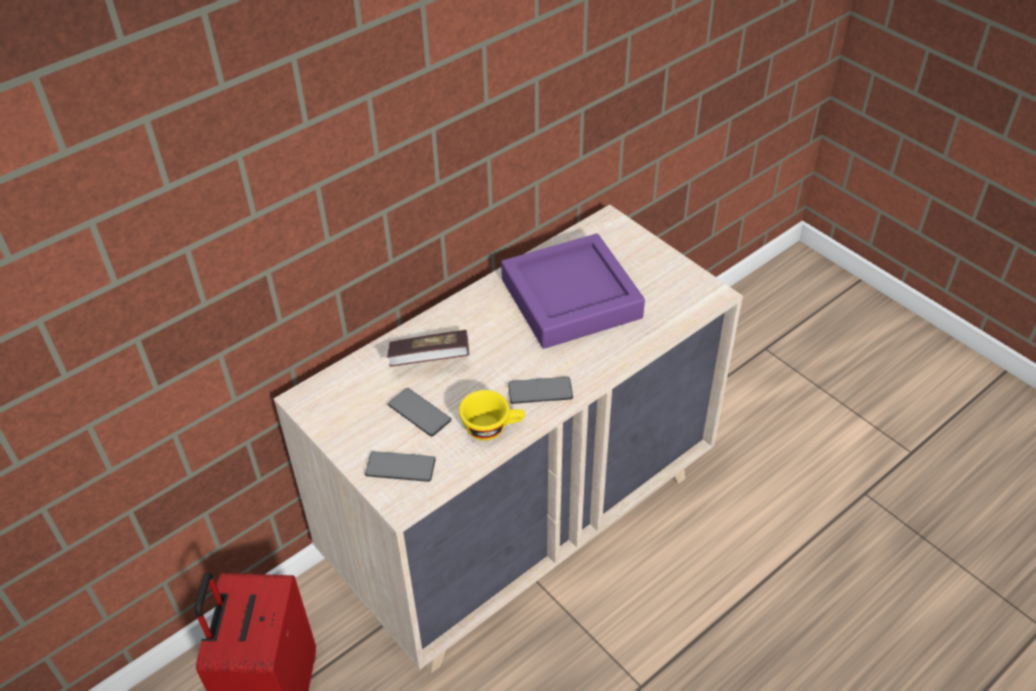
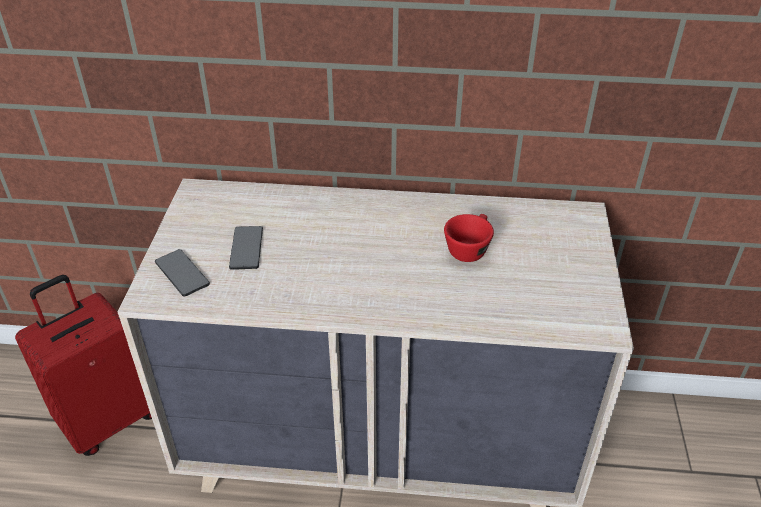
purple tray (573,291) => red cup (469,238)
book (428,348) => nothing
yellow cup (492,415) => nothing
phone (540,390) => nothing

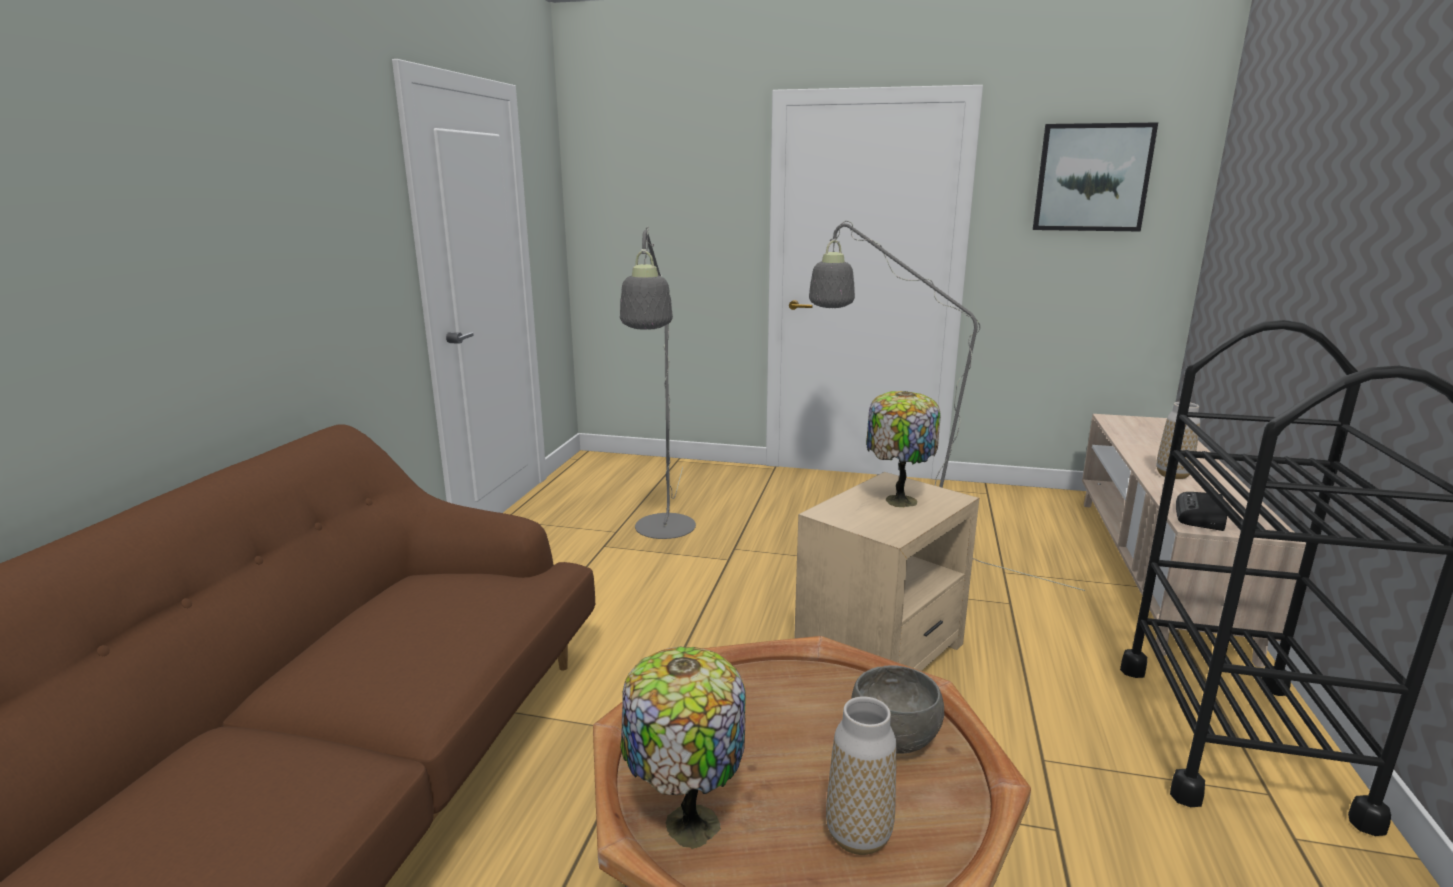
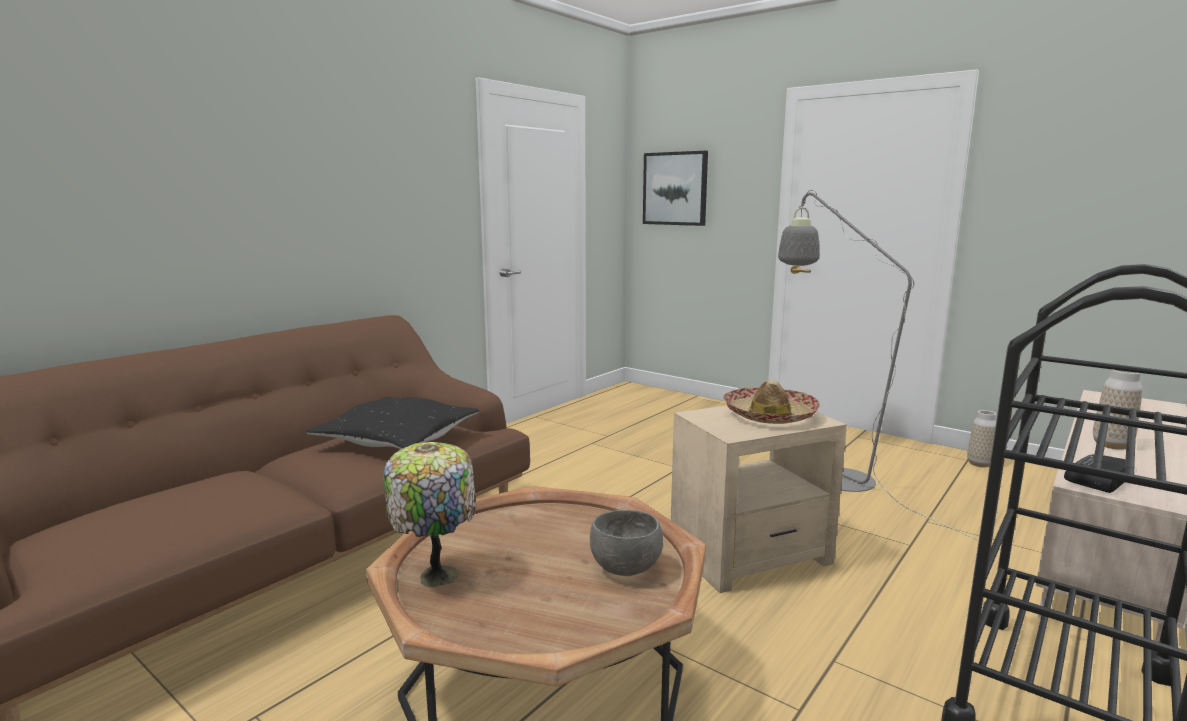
nothing => black pillow (392,423)
picture (1095,176) => picture (675,188), moved
table lamp (903,449) => hat (771,402)
vase (861,775) => vase (982,438), moved
grey floor lamp (658,383) => nothing

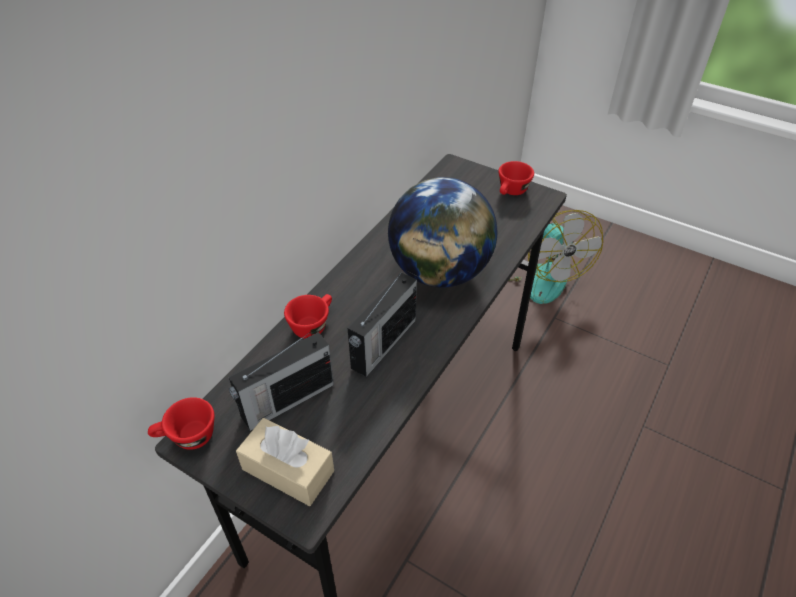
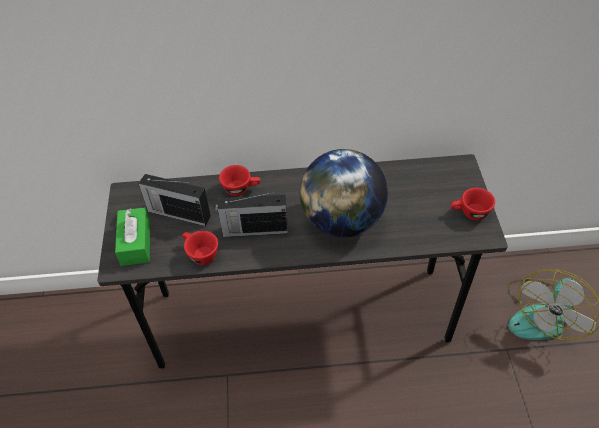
beige tissue box (285,462) => green tissue box (132,236)
red cup (181,423) => red cup (200,248), moved

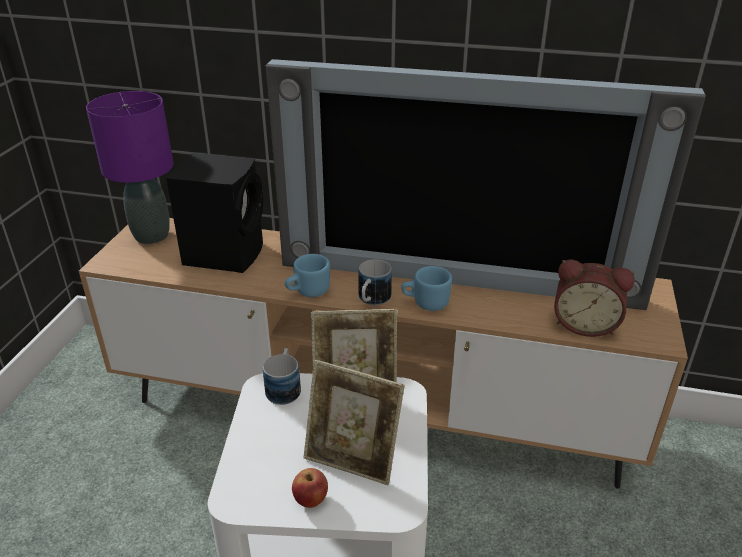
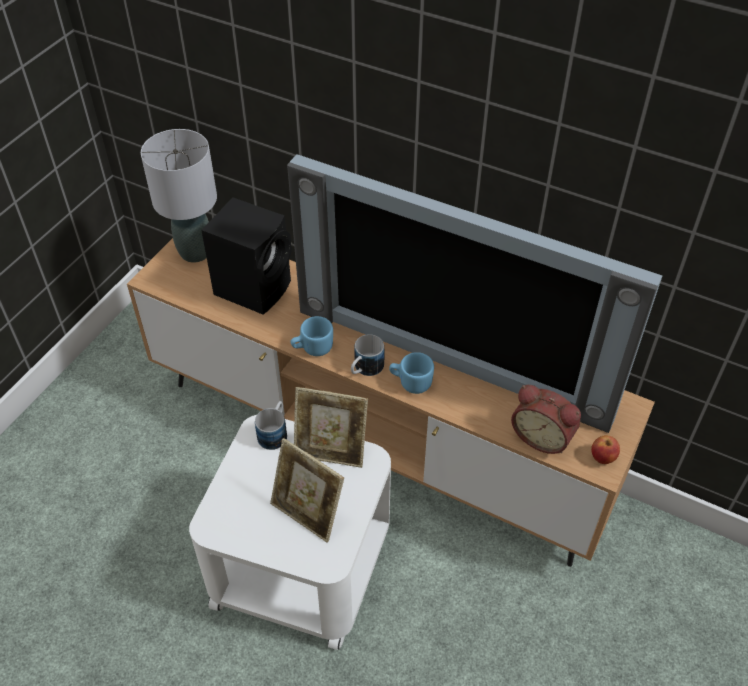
purple table lamp (130,167) => grey table lamp (179,196)
apple (310,488) => apple (605,449), moved

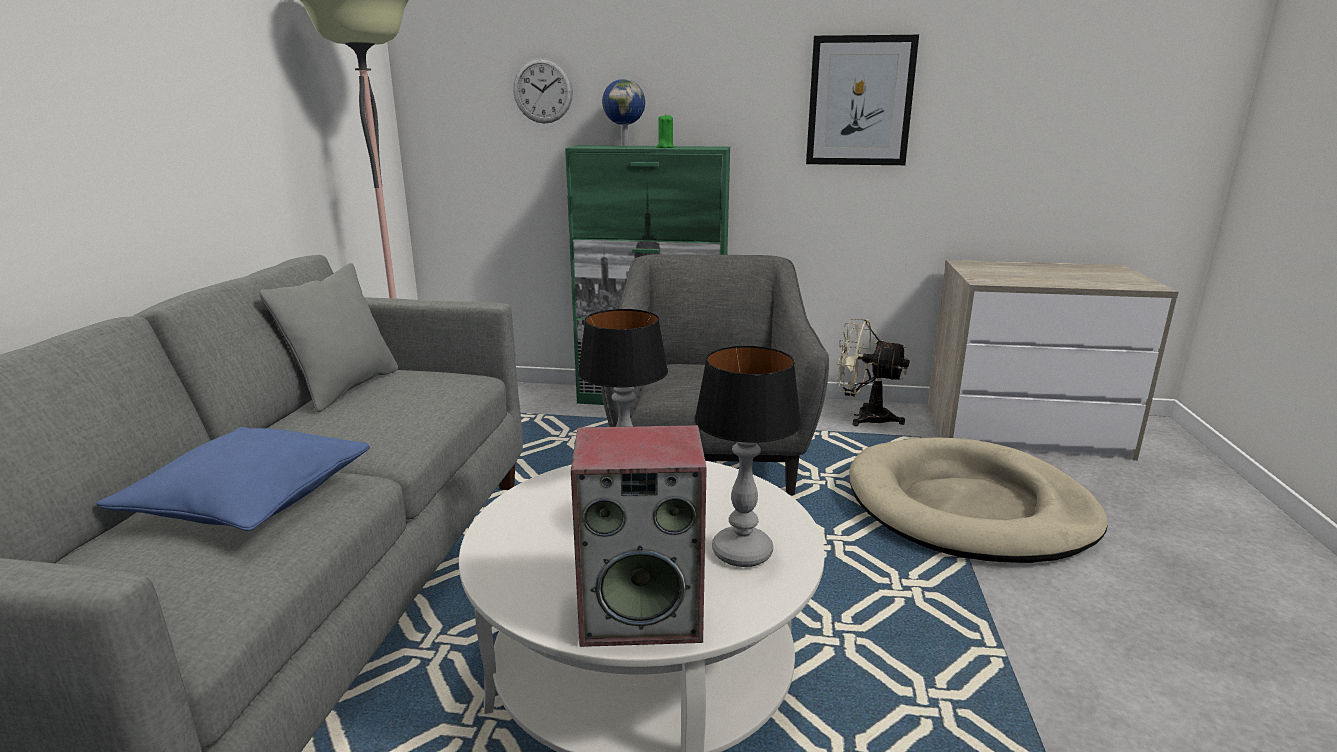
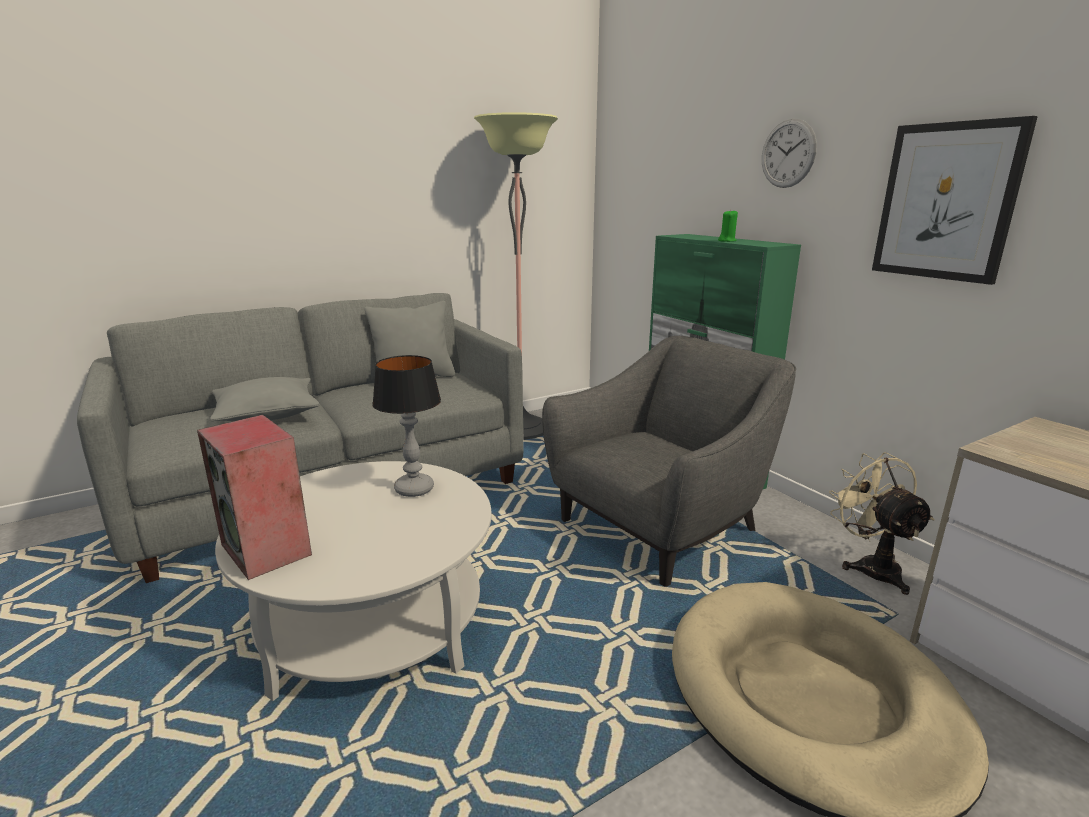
blue pillow (233,479) => grey pillow (265,399)
wall clock (543,91) => wall clock (789,153), moved
globe (623,112) => nothing
table lamp (748,456) => nothing

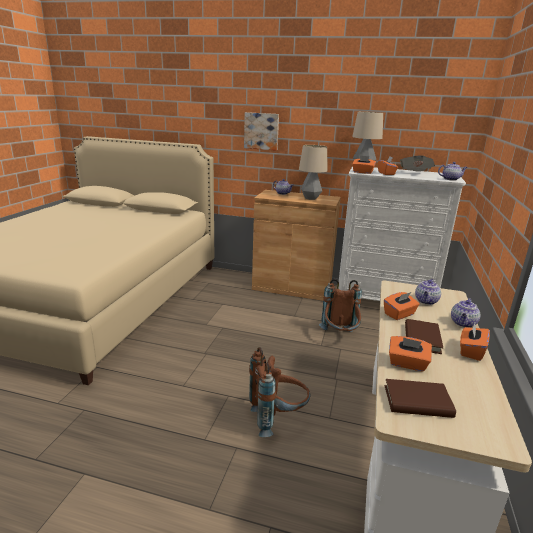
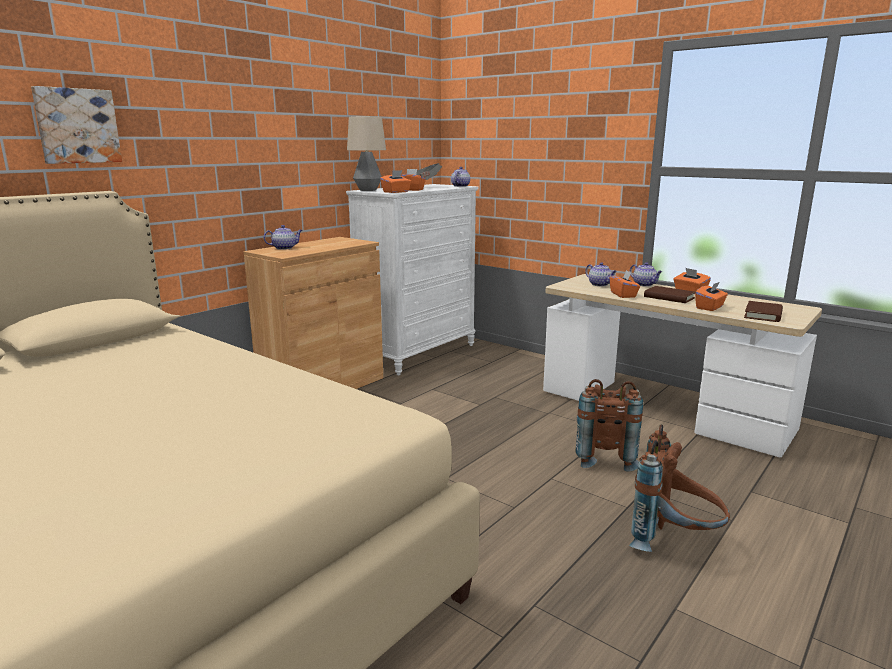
picture (261,131) => picture (76,125), moved
brown backpack (340,305) => brown backpack (679,488), moved
table lamp (313,172) => nothing

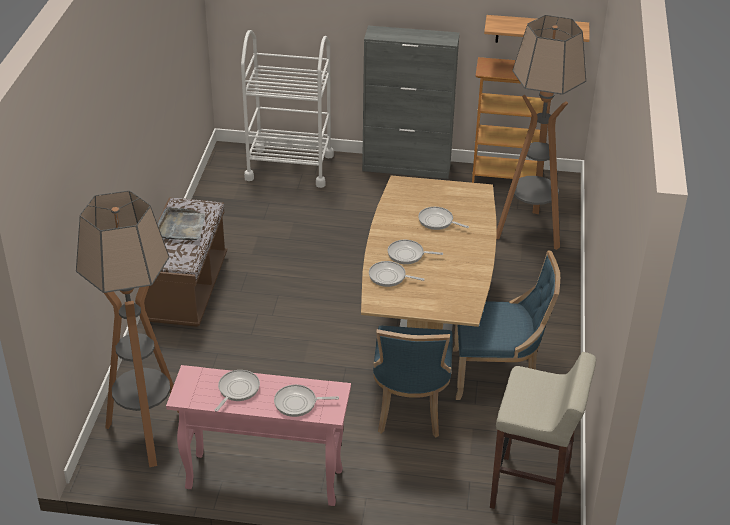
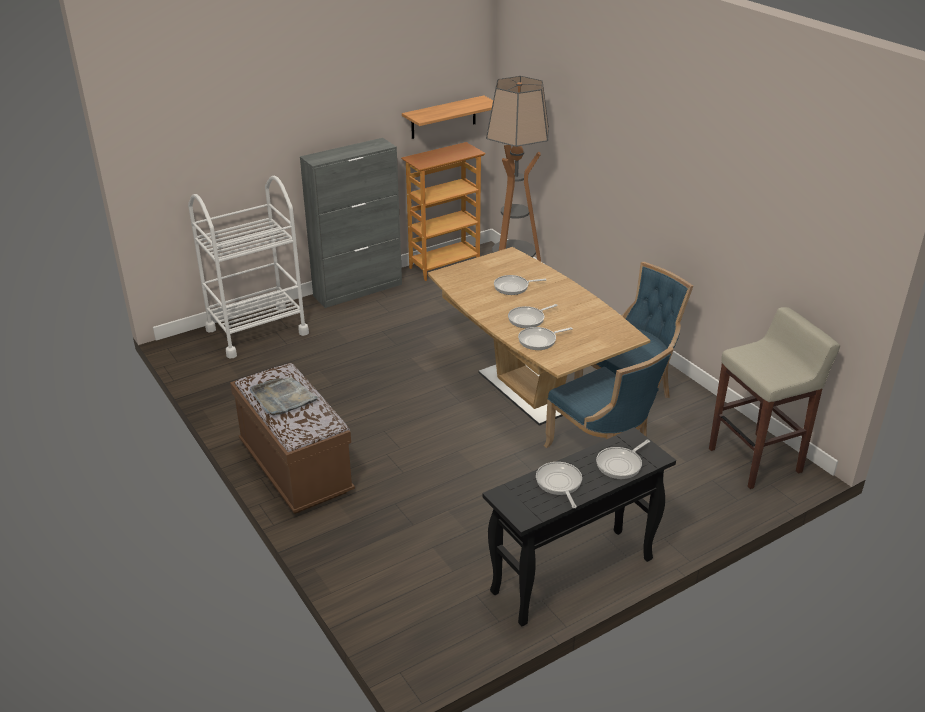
pink console table (258,435) => black console table (579,526)
floor lamp (127,329) => nothing

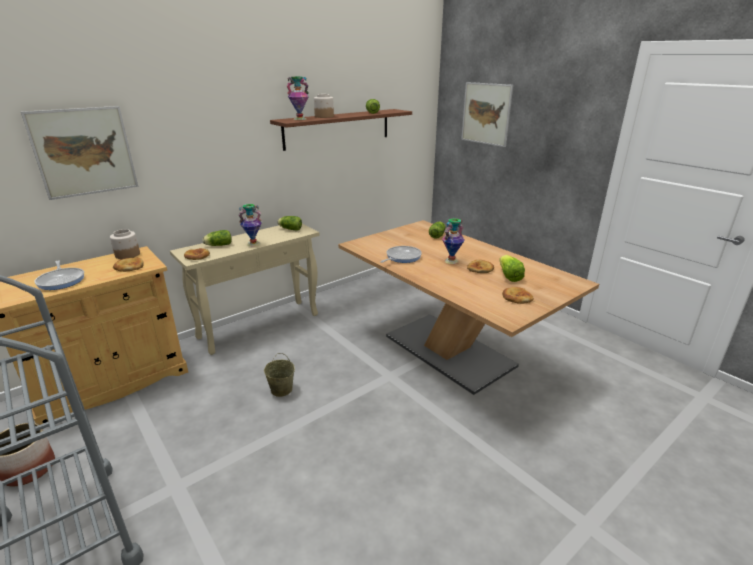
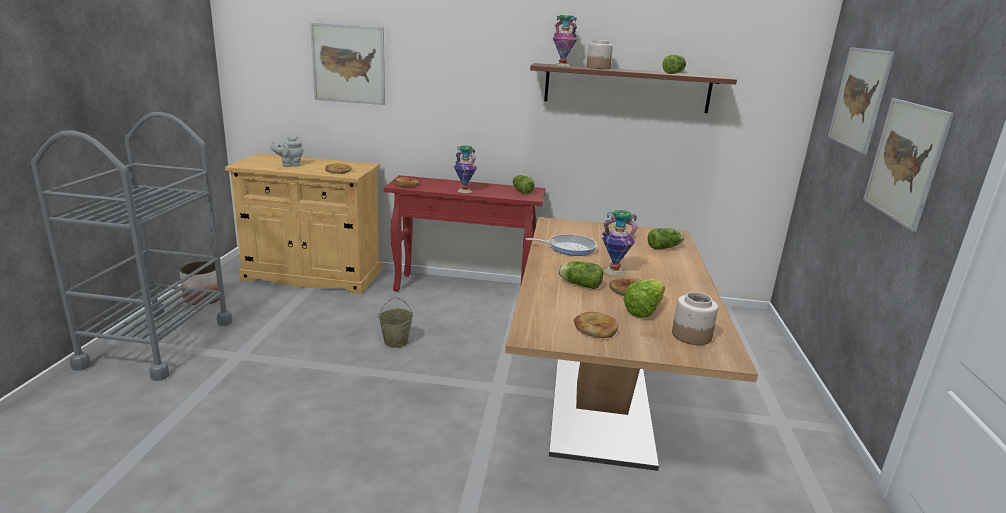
frying pan (59,275) => grey teapot (286,151)
beige console table (245,289) => red console table (465,233)
lettuce (217,238) => lettuce (580,275), moved
jar (125,244) => jar (695,318), moved
nothing => picture (908,165)

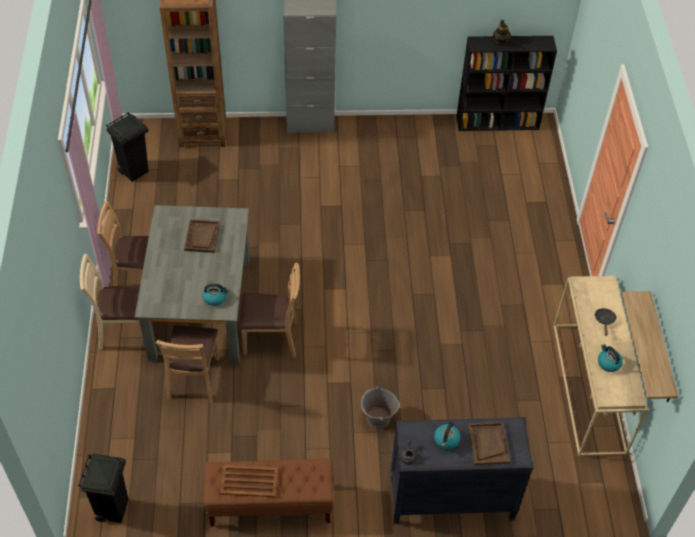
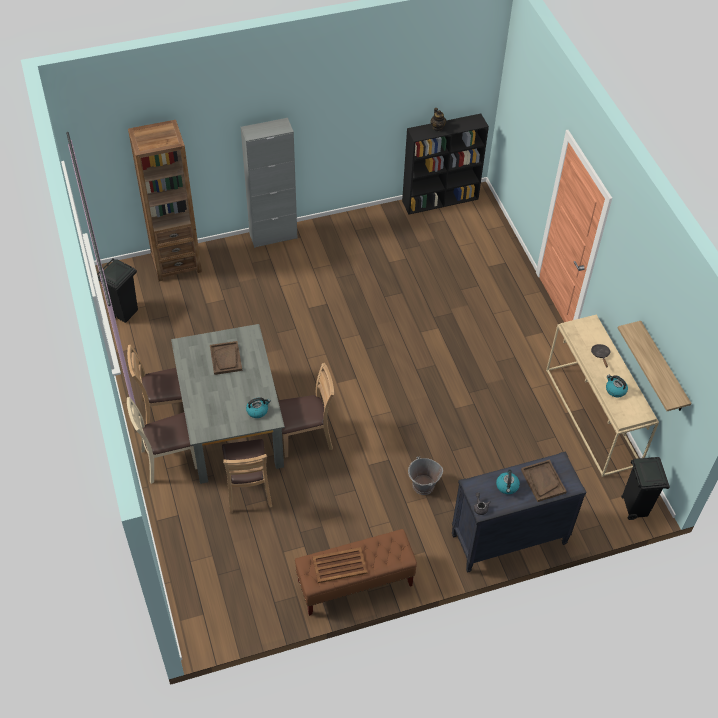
black trash can (103,488) => black trash can (645,488), moved

